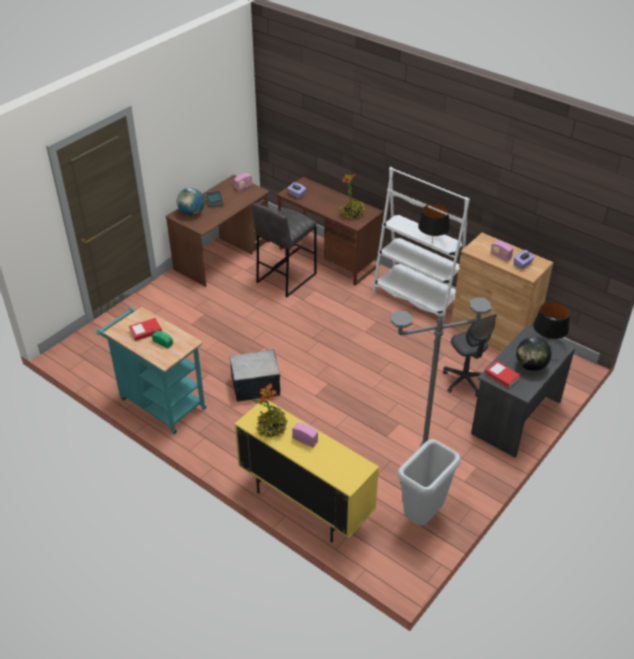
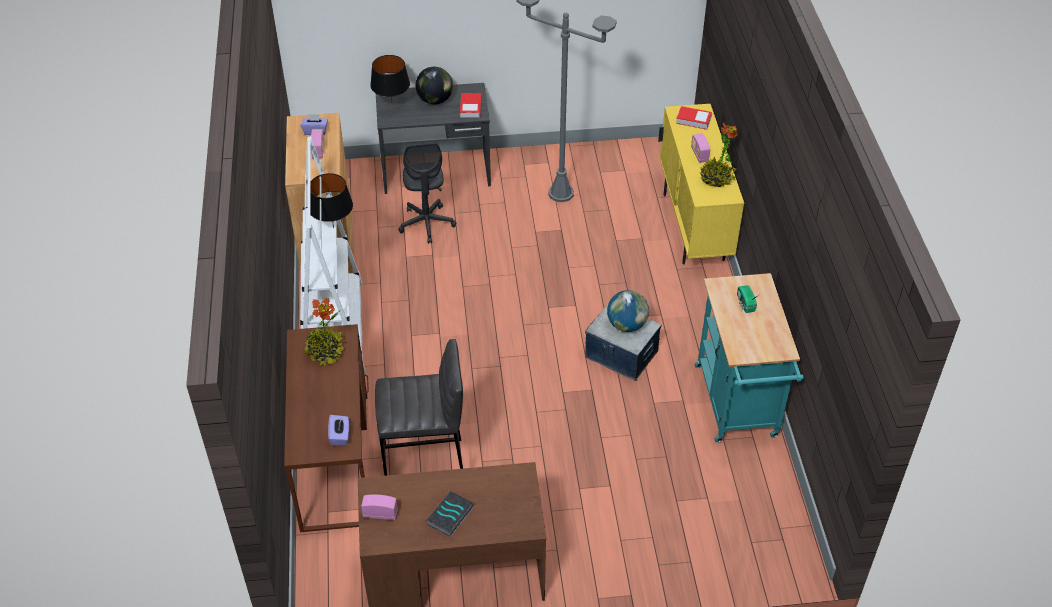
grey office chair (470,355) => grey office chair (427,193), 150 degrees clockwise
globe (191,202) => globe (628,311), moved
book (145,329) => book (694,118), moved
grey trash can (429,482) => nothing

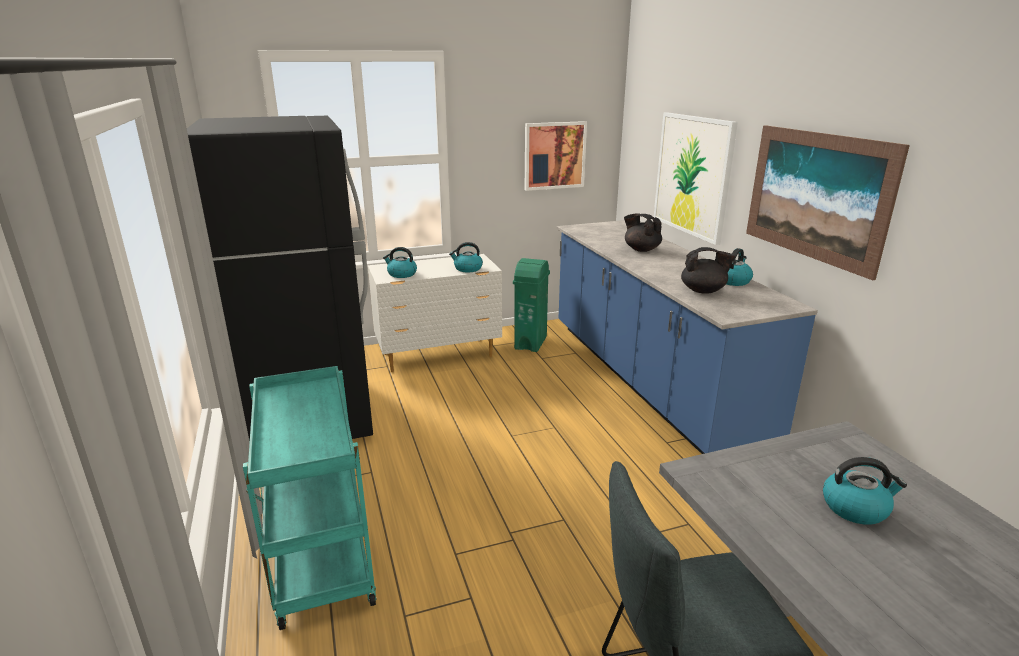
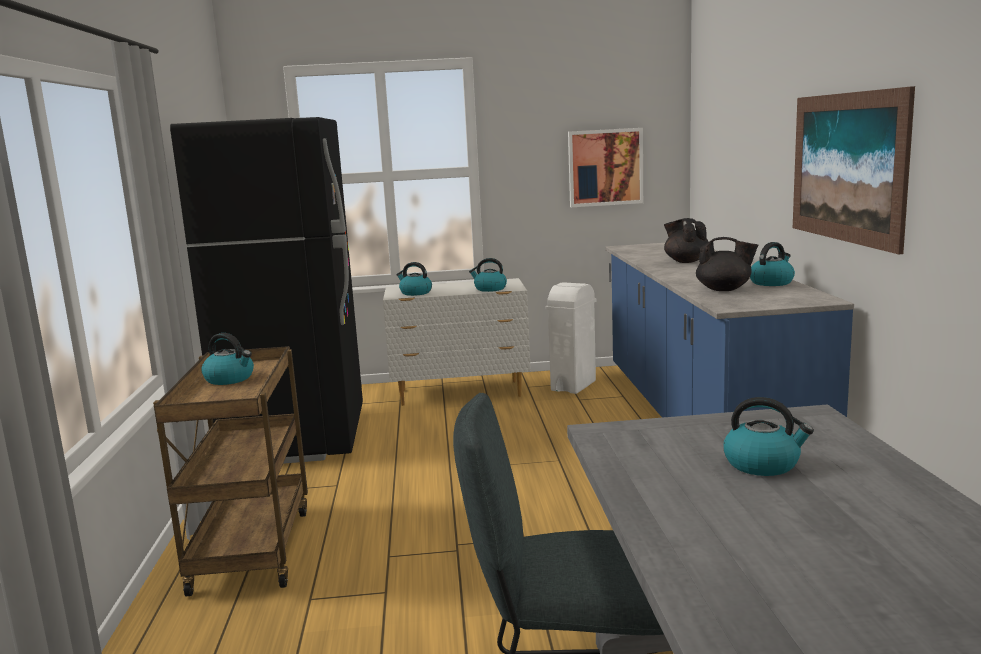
turquoise cart (310,498) => brown cart (230,471)
nothing => kettle (227,359)
green trash can (531,305) => white trash can (571,338)
picture (696,179) => nothing

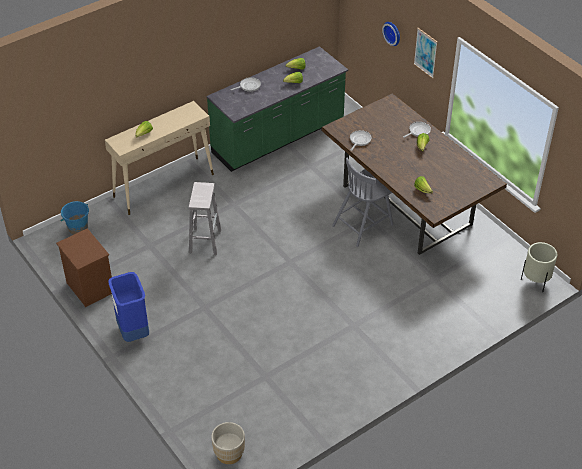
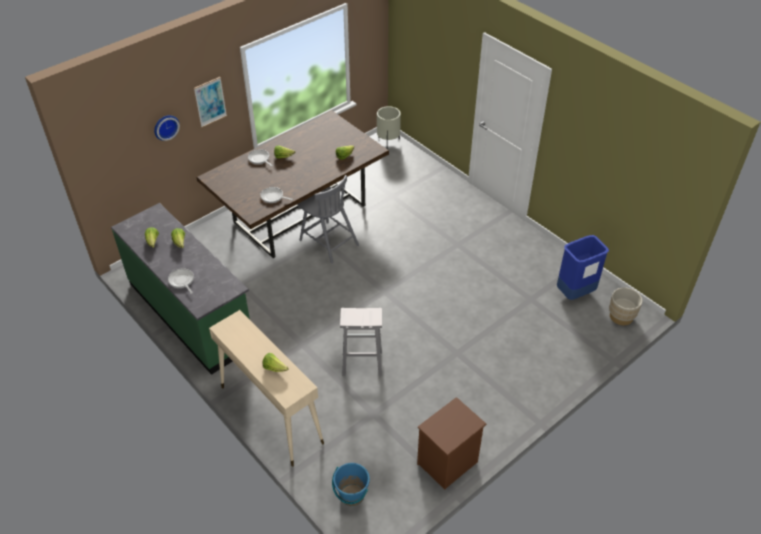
blue trash can (128,307) => blue trash can (583,267), moved

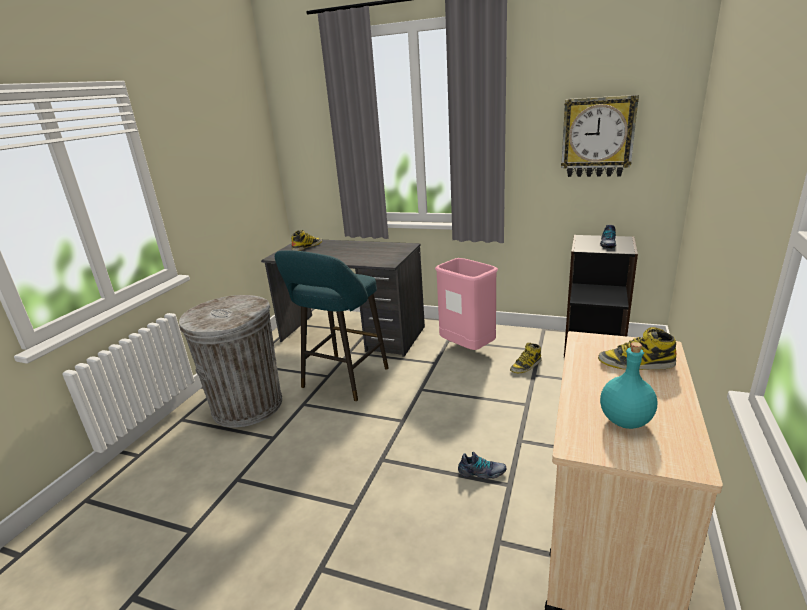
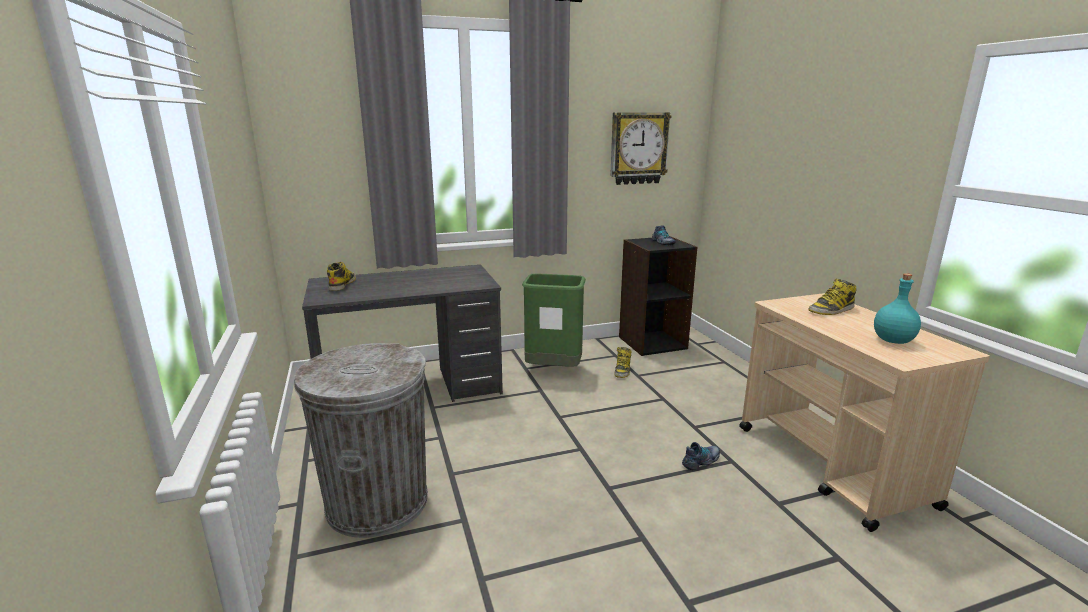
pink trash can (466,304) => green trash can (554,320)
turquoise stool (332,325) => nothing

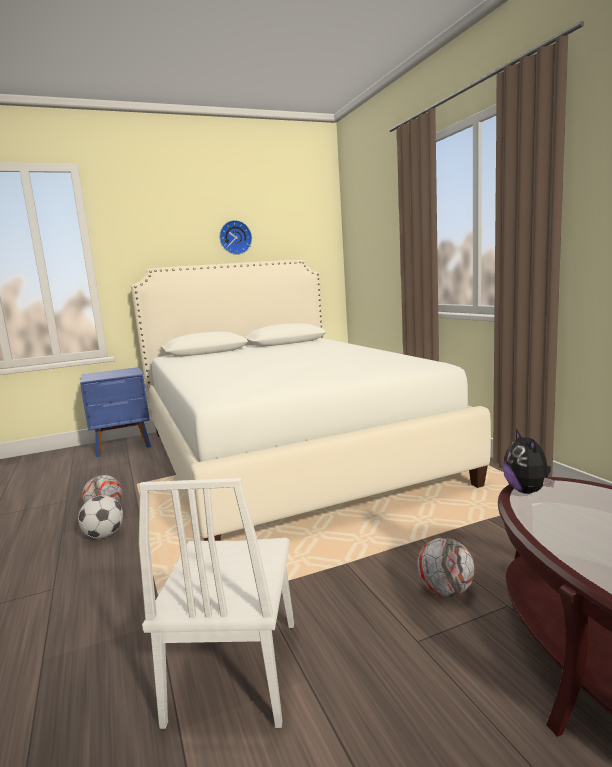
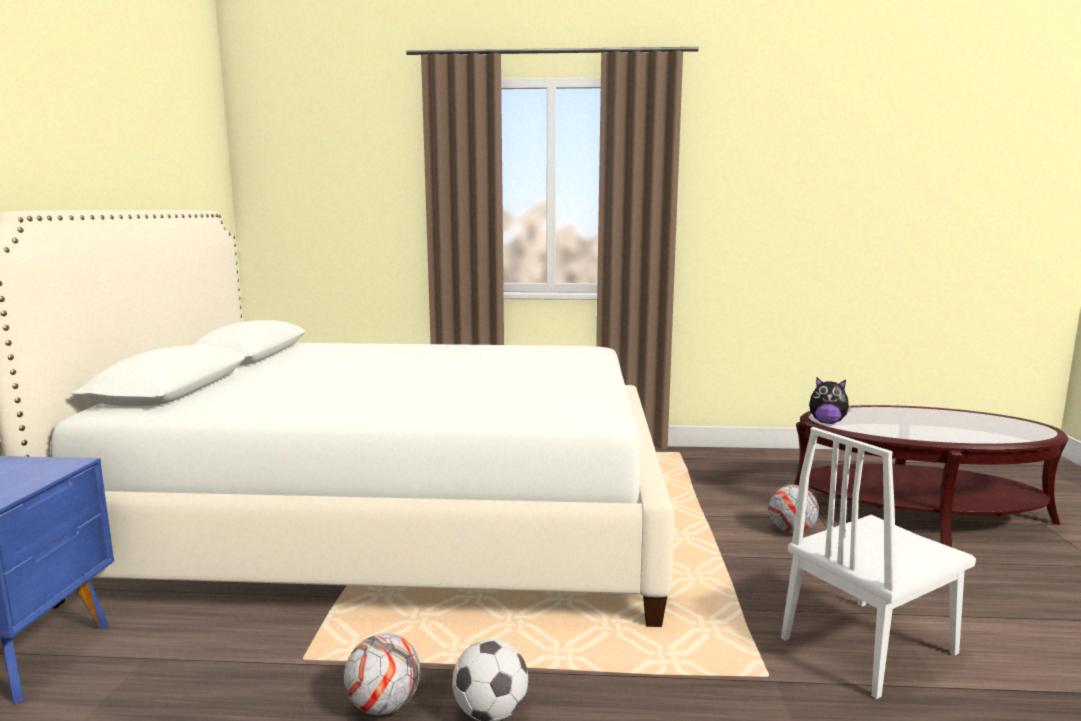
white chair (216,603) => white chair (878,563), 120 degrees clockwise
wall clock (235,237) => nothing

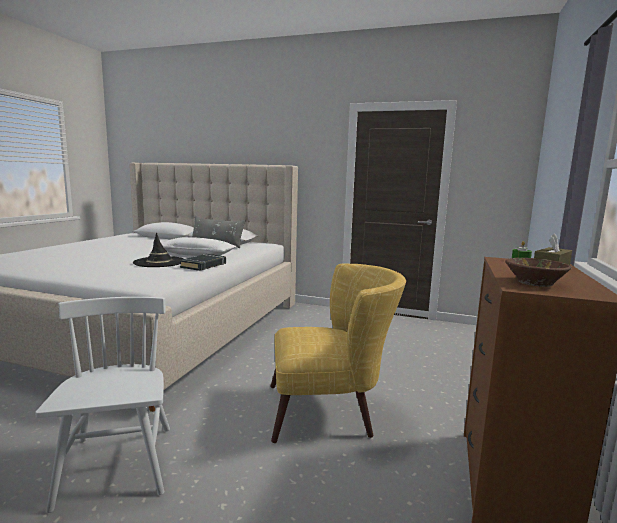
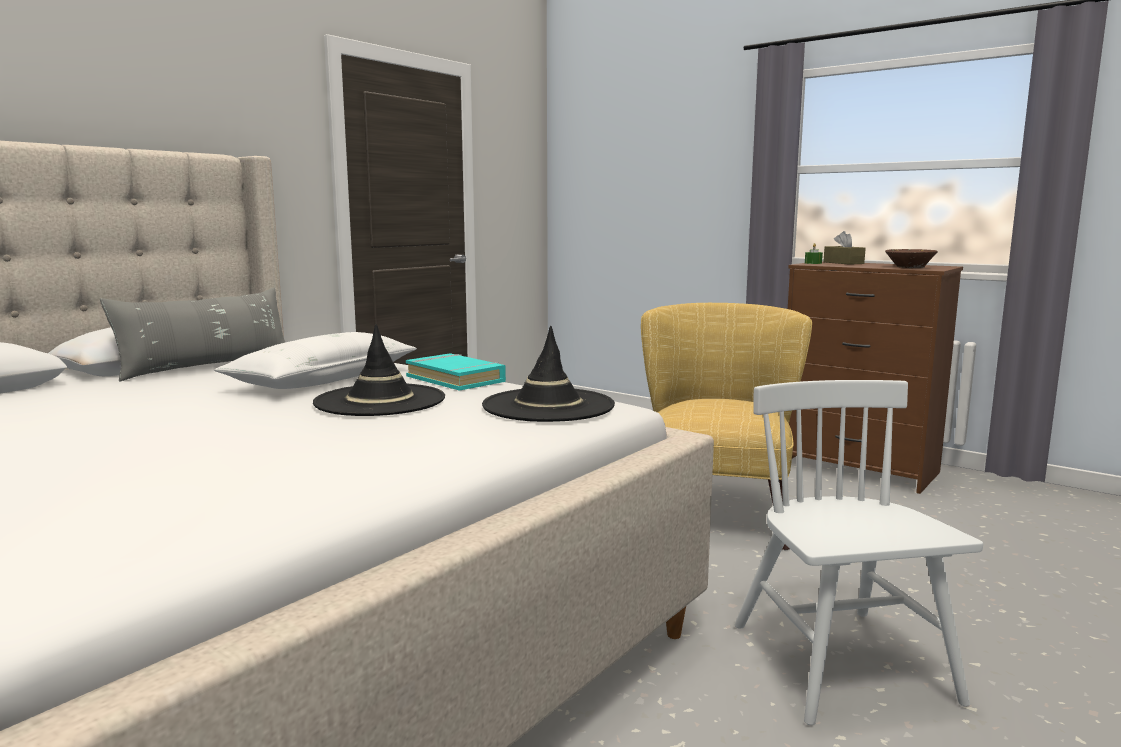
black book (203,262) => turquoise book (456,372)
nothing => black hat (548,374)
white chair (102,405) => white chair (859,552), 75 degrees clockwise

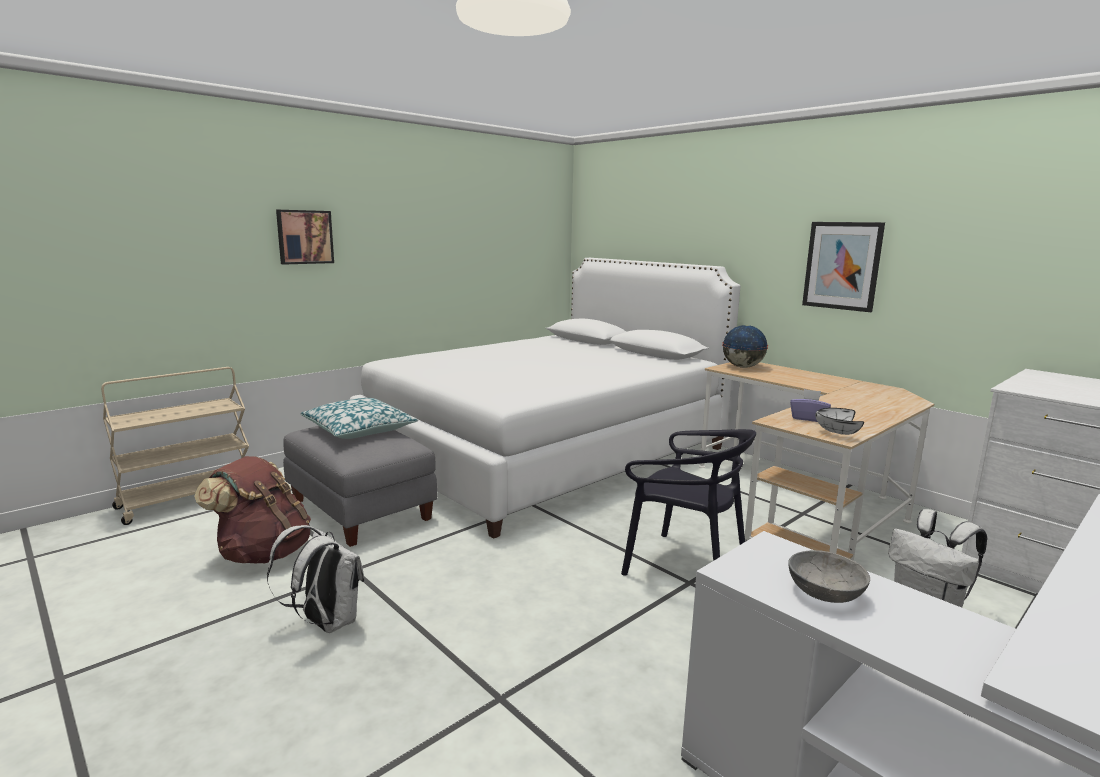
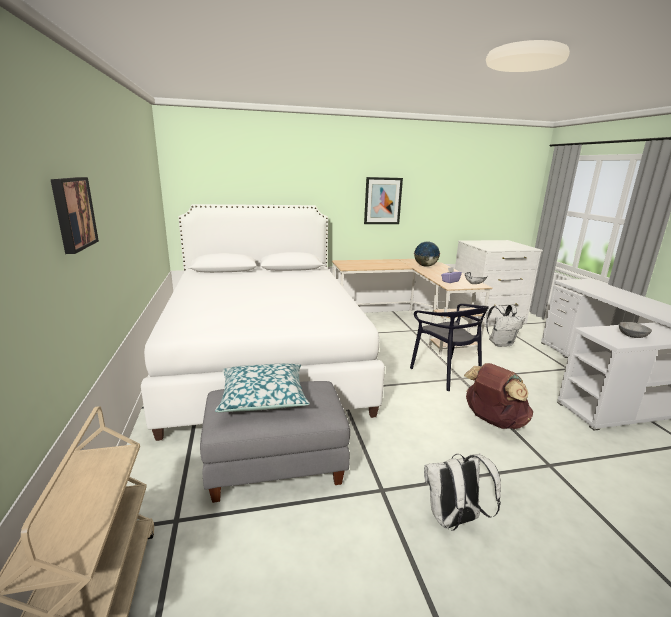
black chair (688,502) => black chair (449,347), 90 degrees clockwise
globe (745,346) => globe (427,254), moved
brown backpack (252,509) => brown backpack (498,396), moved

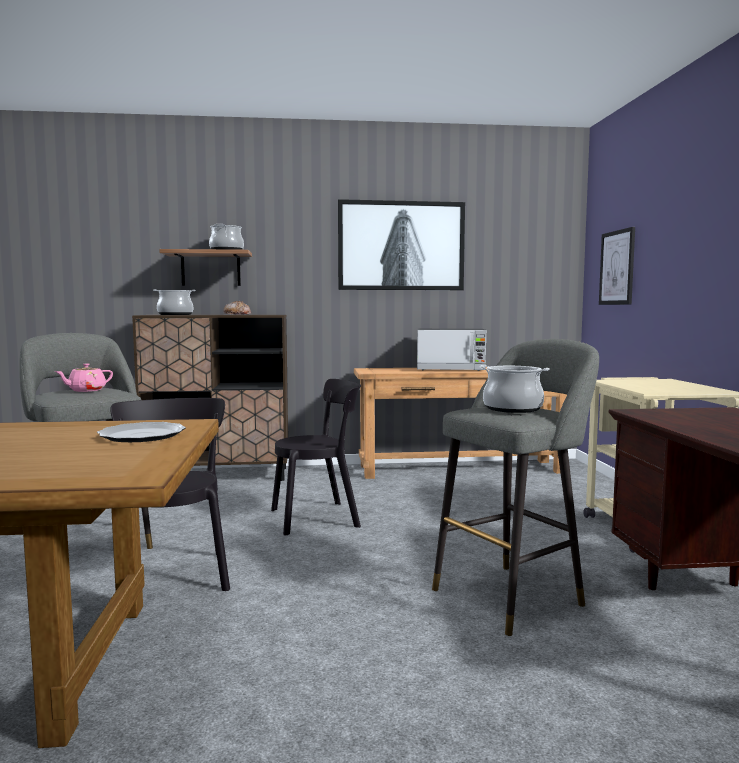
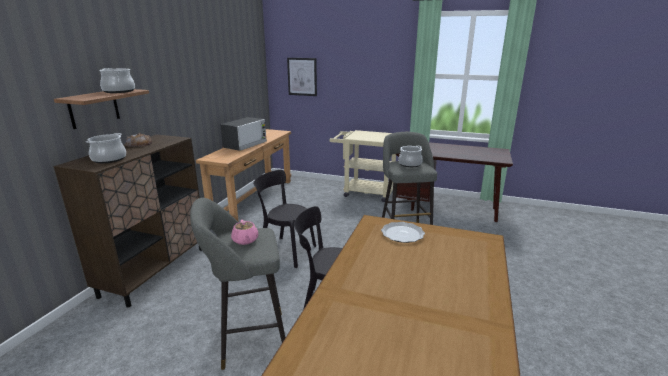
black chair (316,457) => black chair (284,219), 75 degrees counterclockwise
picture (401,244) => nothing

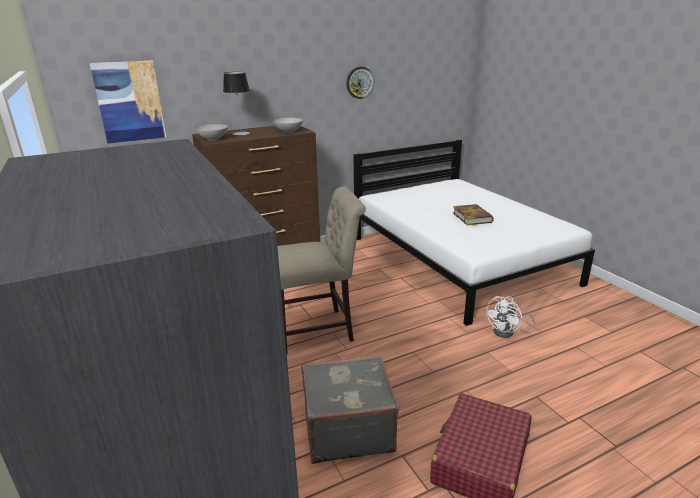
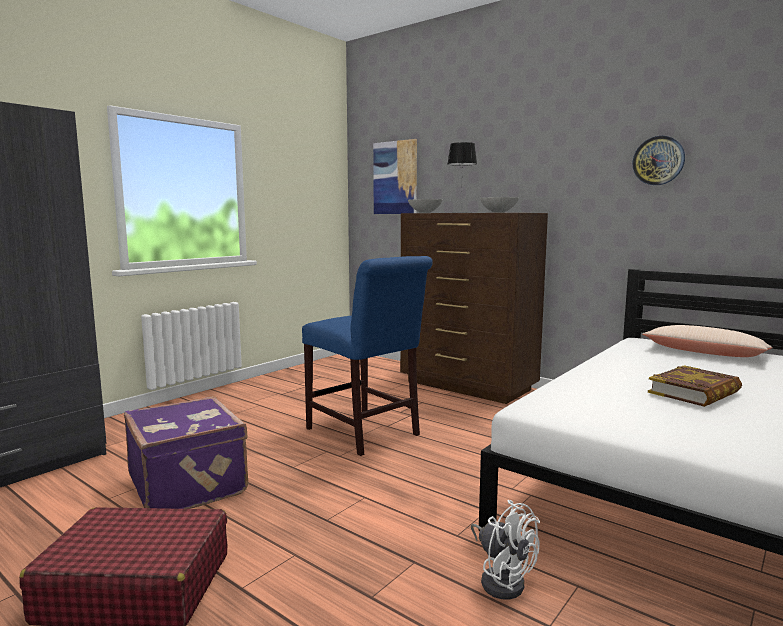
grey suitcase (350,409) => purple suitcase (186,452)
beige chair (321,270) => blue chair (367,356)
white fan (510,317) => white fan (505,550), 150 degrees counterclockwise
nothing => beige pillow (707,341)

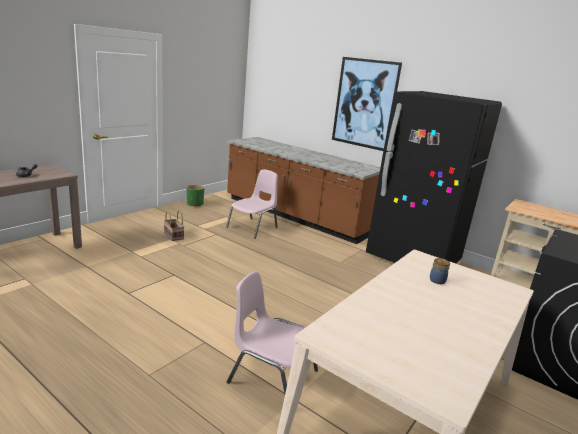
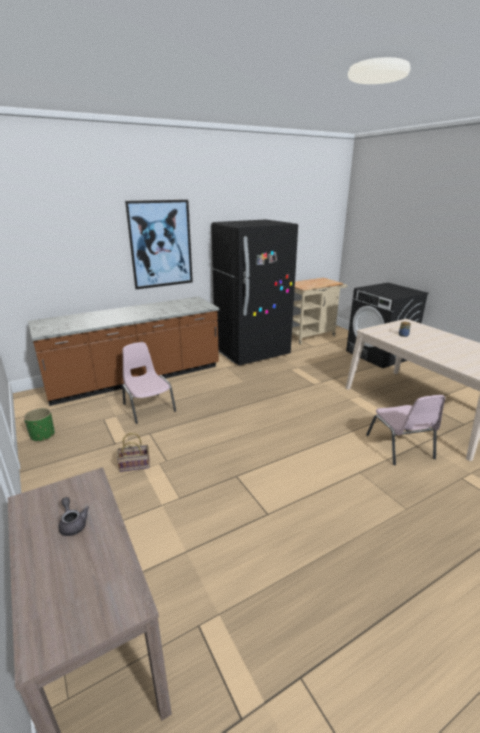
pink chair (272,333) => pink chair (406,430), 60 degrees counterclockwise

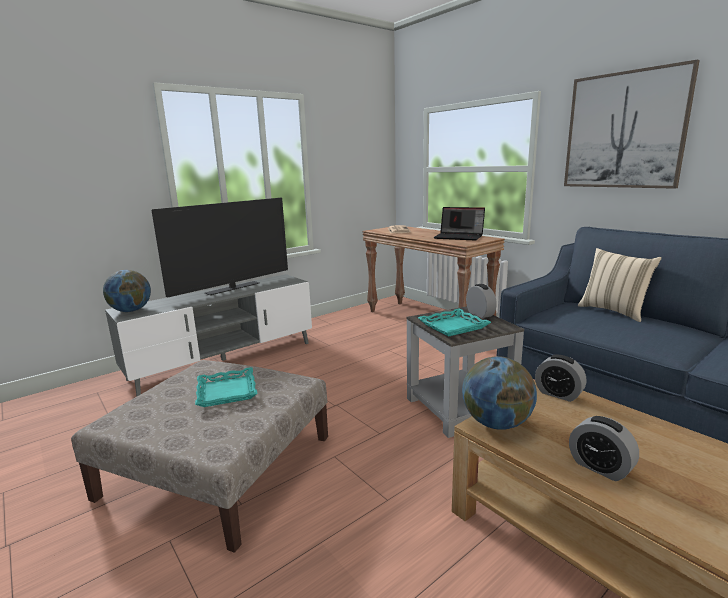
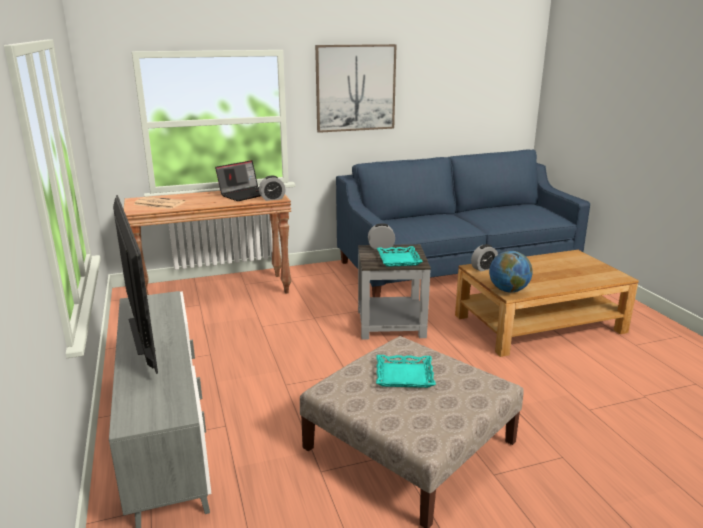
alarm clock (604,448) => alarm clock (272,188), moved
globe (127,291) => nothing
beige pillow (620,285) => nothing

